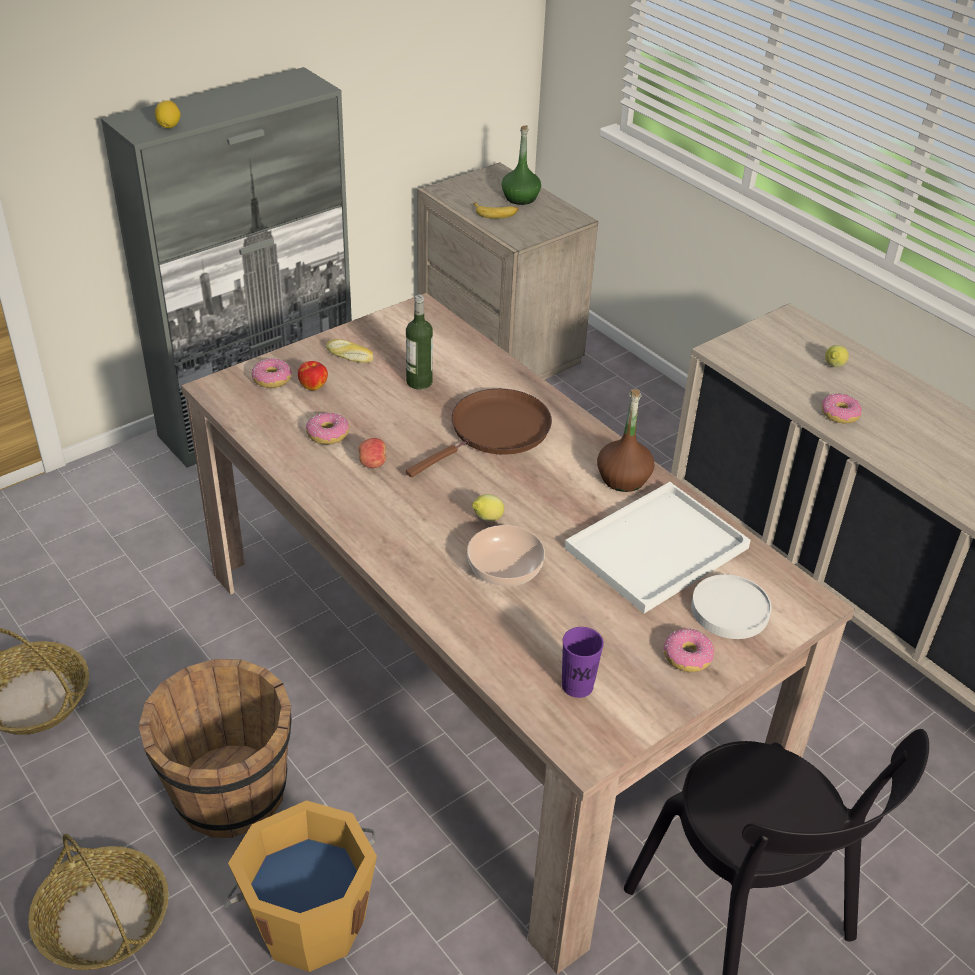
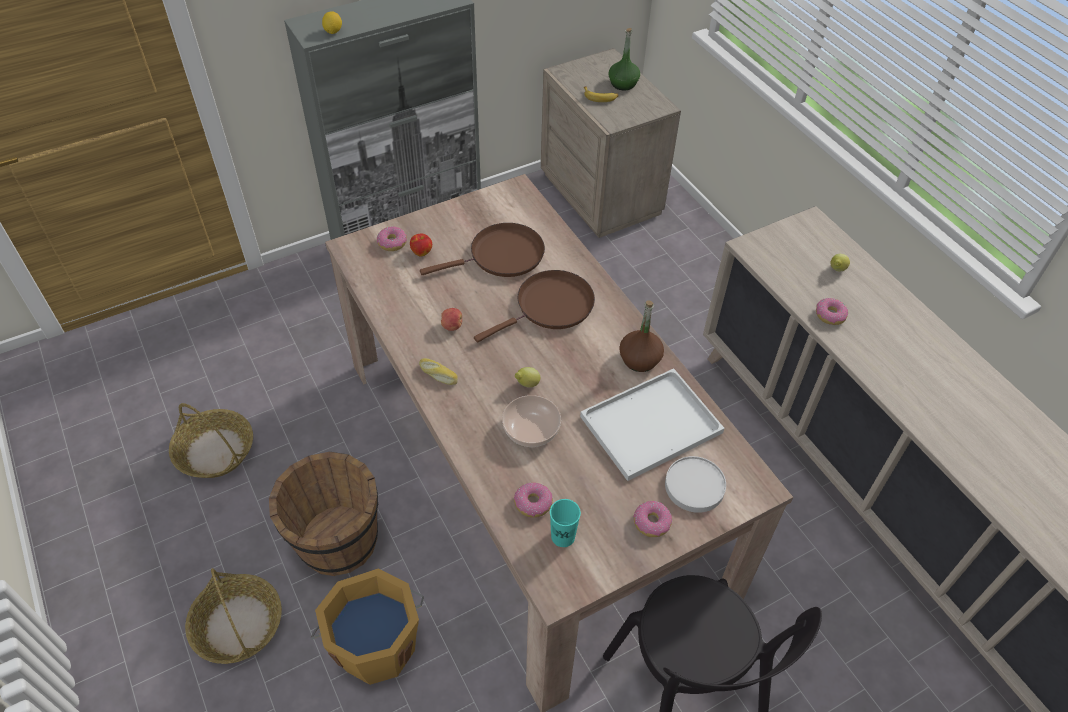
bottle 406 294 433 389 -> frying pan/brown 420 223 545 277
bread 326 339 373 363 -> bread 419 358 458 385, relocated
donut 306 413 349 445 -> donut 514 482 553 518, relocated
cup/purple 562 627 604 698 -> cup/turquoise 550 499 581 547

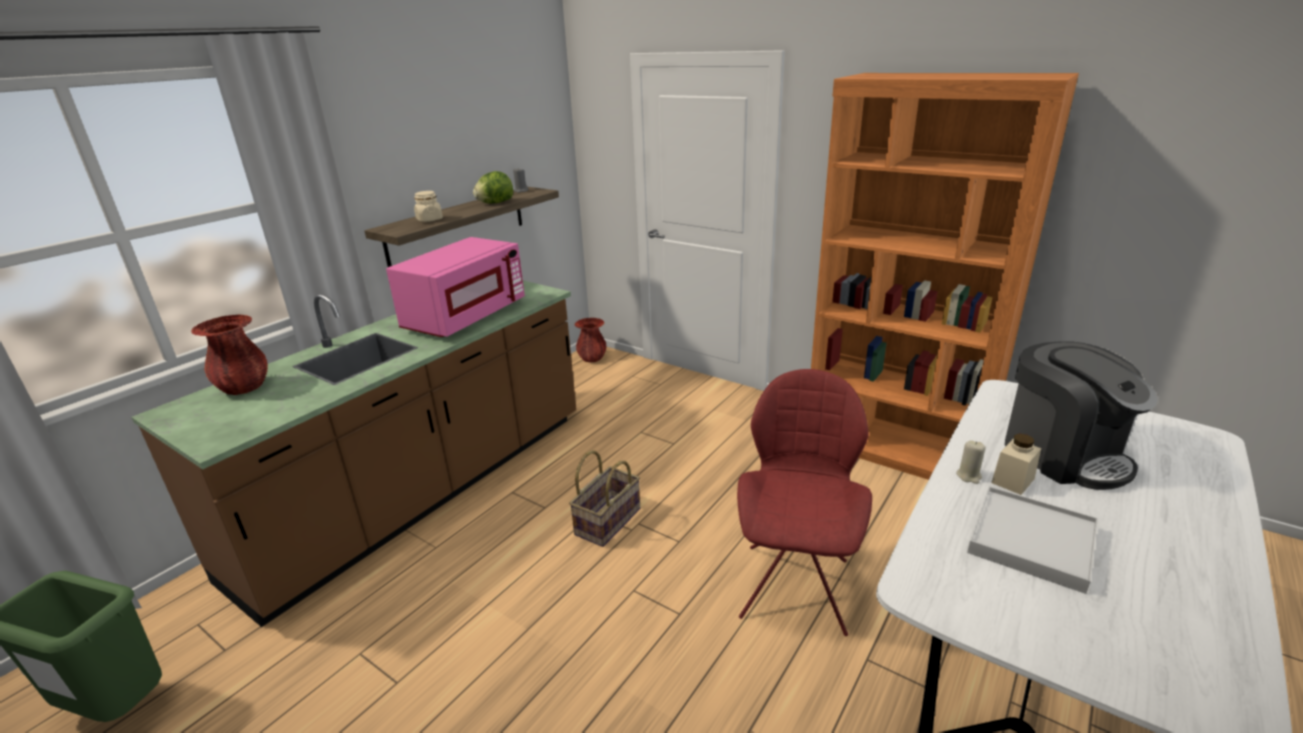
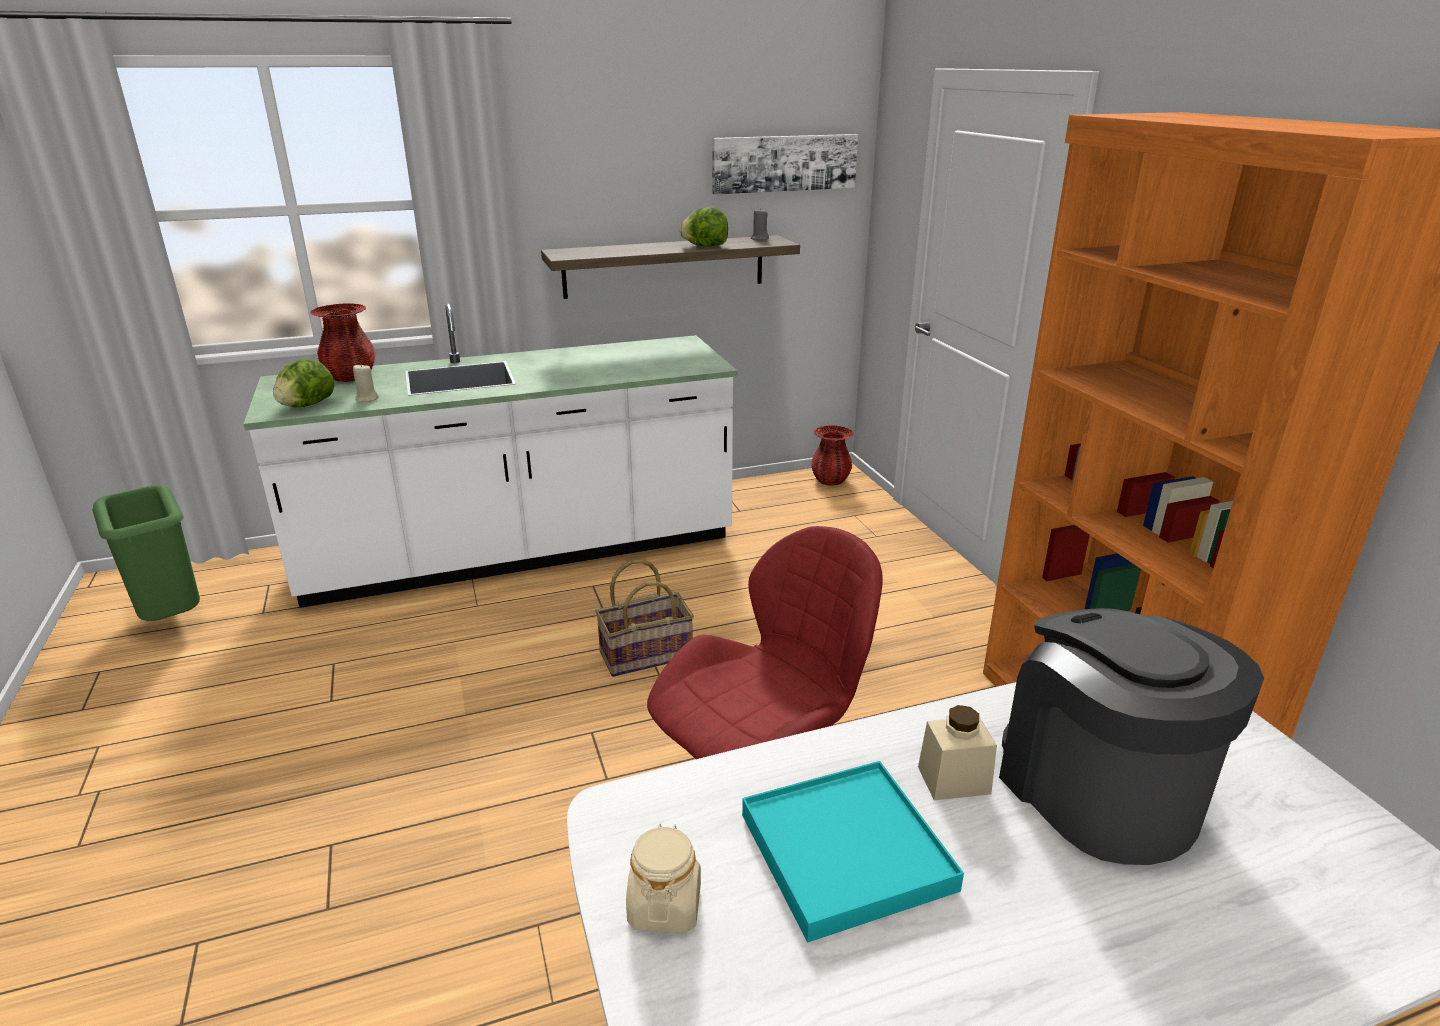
jar/beige 414 191 443 222 -> jar/beige 626 824 701 933, relocated
microwave/pink 386 237 525 337 -> none
counter/brown 131 281 576 627 -> counter/white 244 304 738 608
coffee machine 1005 341 1158 490 -> coffee machine 999 608 1264 865, 150 degrees clockwise
candle/beige 956 440 986 484 -> candle/beige 353 364 379 403, relocated
tray/white 967 487 1098 594 -> tray/turquoise 742 761 964 942
none -> picture 712 134 858 195
none -> lettuce 273 359 334 407

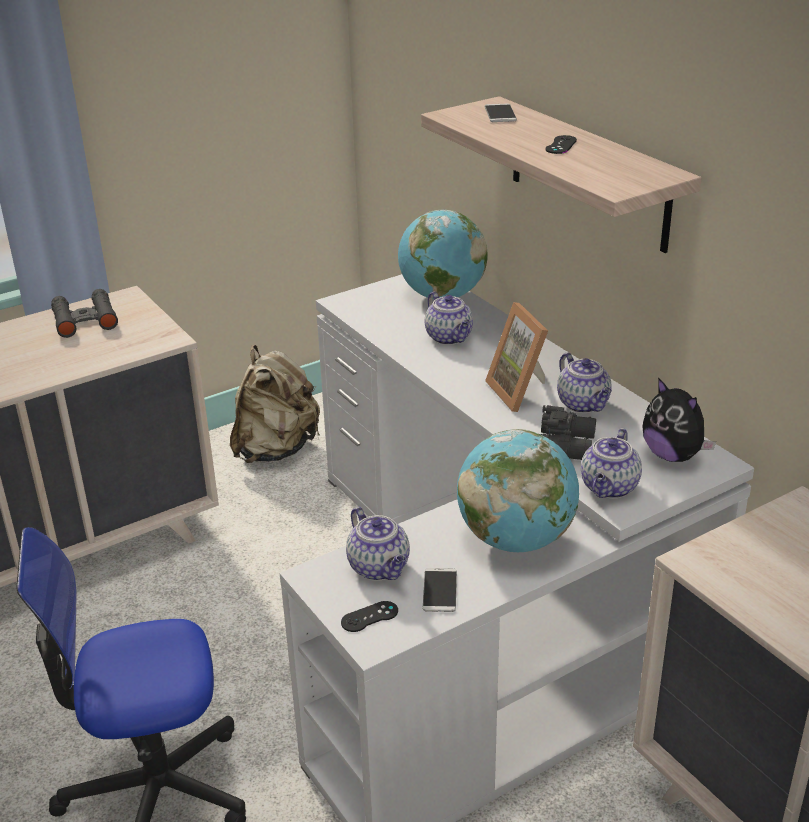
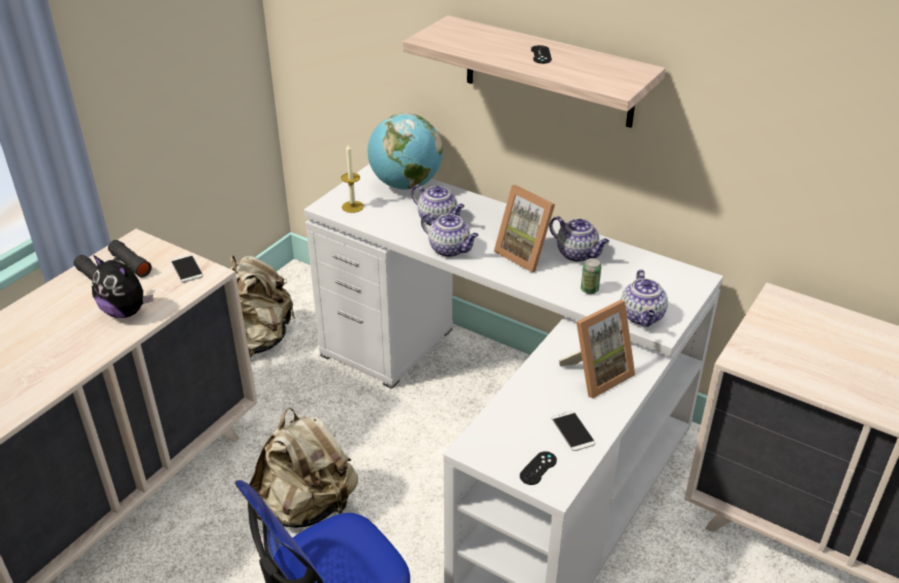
phone 484 103 517 122 -> phone 171 255 203 283, relocated
plush toy 642 377 716 462 -> plush toy 92 255 154 318, relocated
binoculars/black 540 405 596 461 -> can 581 258 601 294
globe 457 429 579 552 -> picture frame 559 300 635 399
teapot 346 507 410 581 -> teapot 421 213 479 257, relocated
none -> candle 341 144 364 213
none -> backpack/beige 249 407 358 528

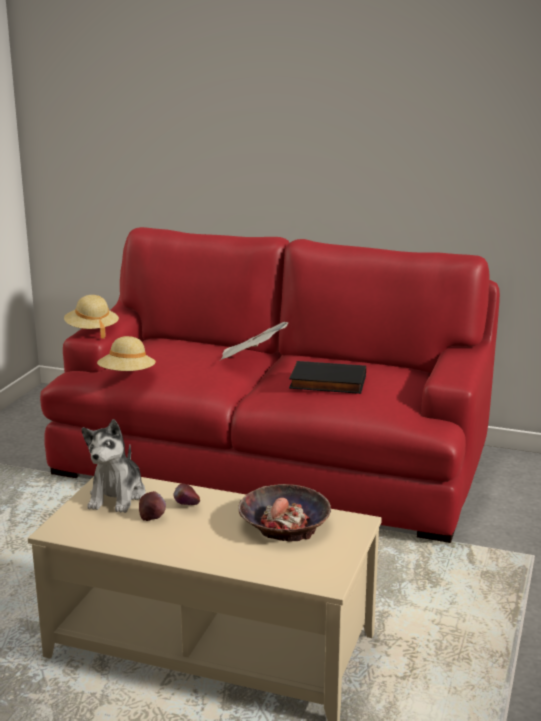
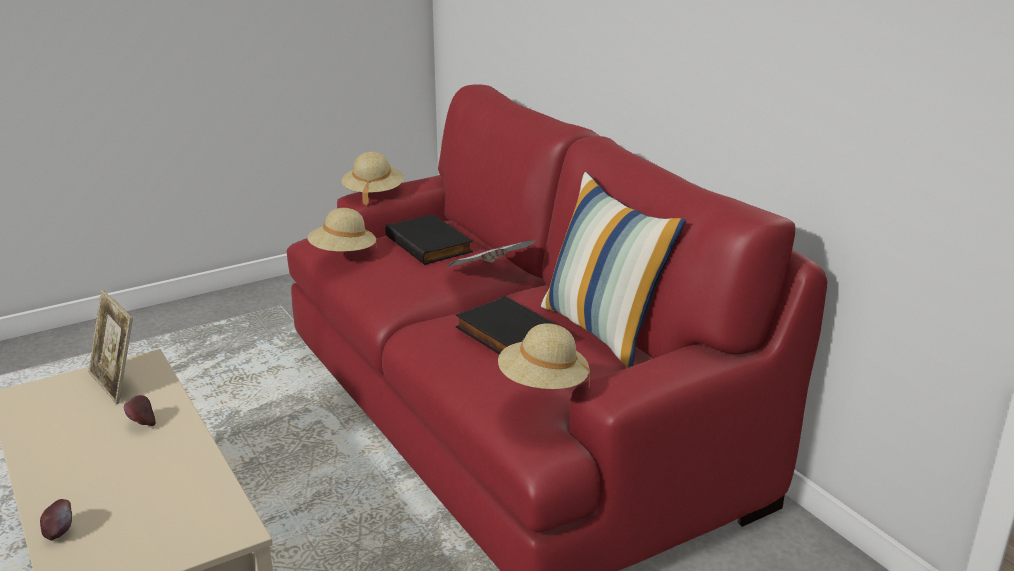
plush toy 82 419 146 513 -> picture frame 88 290 133 404
bowl 238 484 331 542 -> none
apple 139 491 166 521 -> apple 40 499 72 541, relocated
none -> pillow 541 172 686 368
none -> book/black 385 214 473 265
none -> hat/beige 498 323 590 389

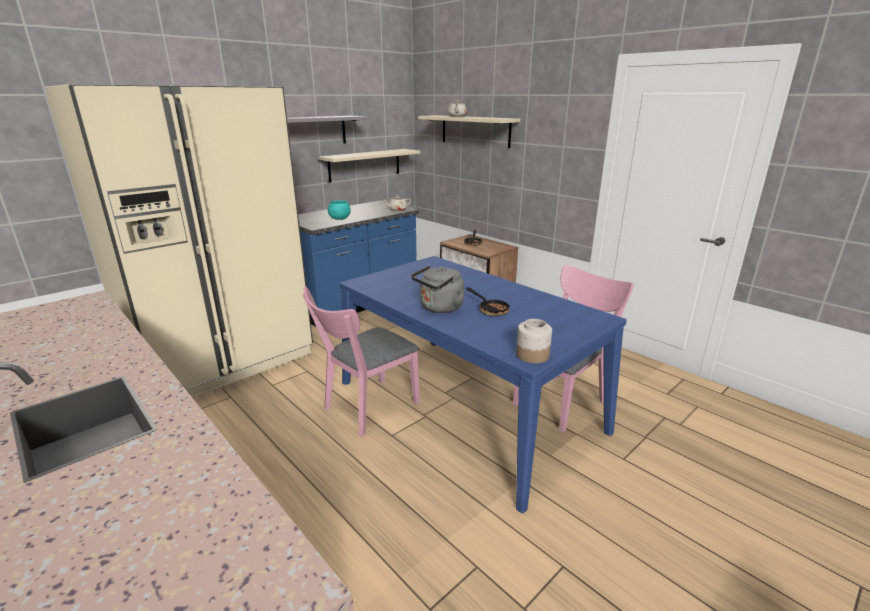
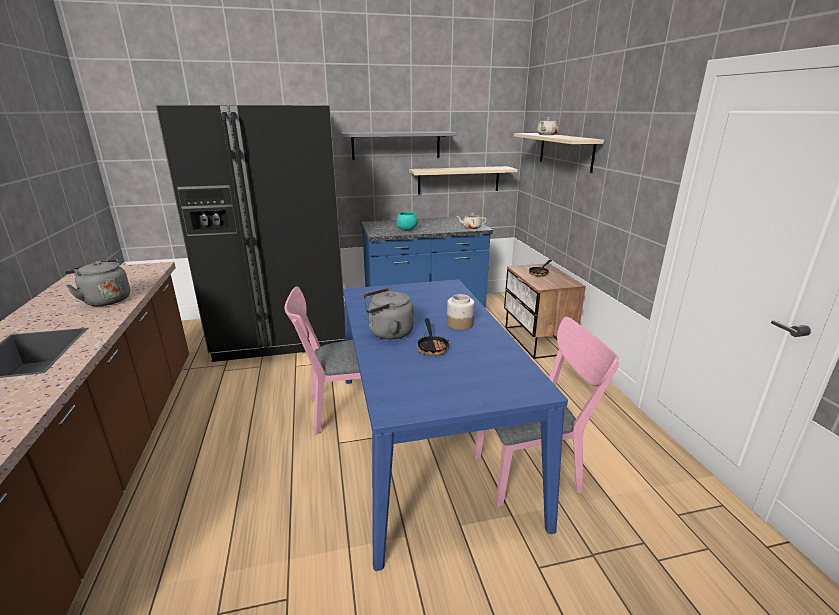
fridge/beige 44 84 313 398 -> fridge/black 156 105 345 362
jar 516 319 552 363 -> jar 447 294 475 330, relocated
none -> kettle/grey 65 259 130 306

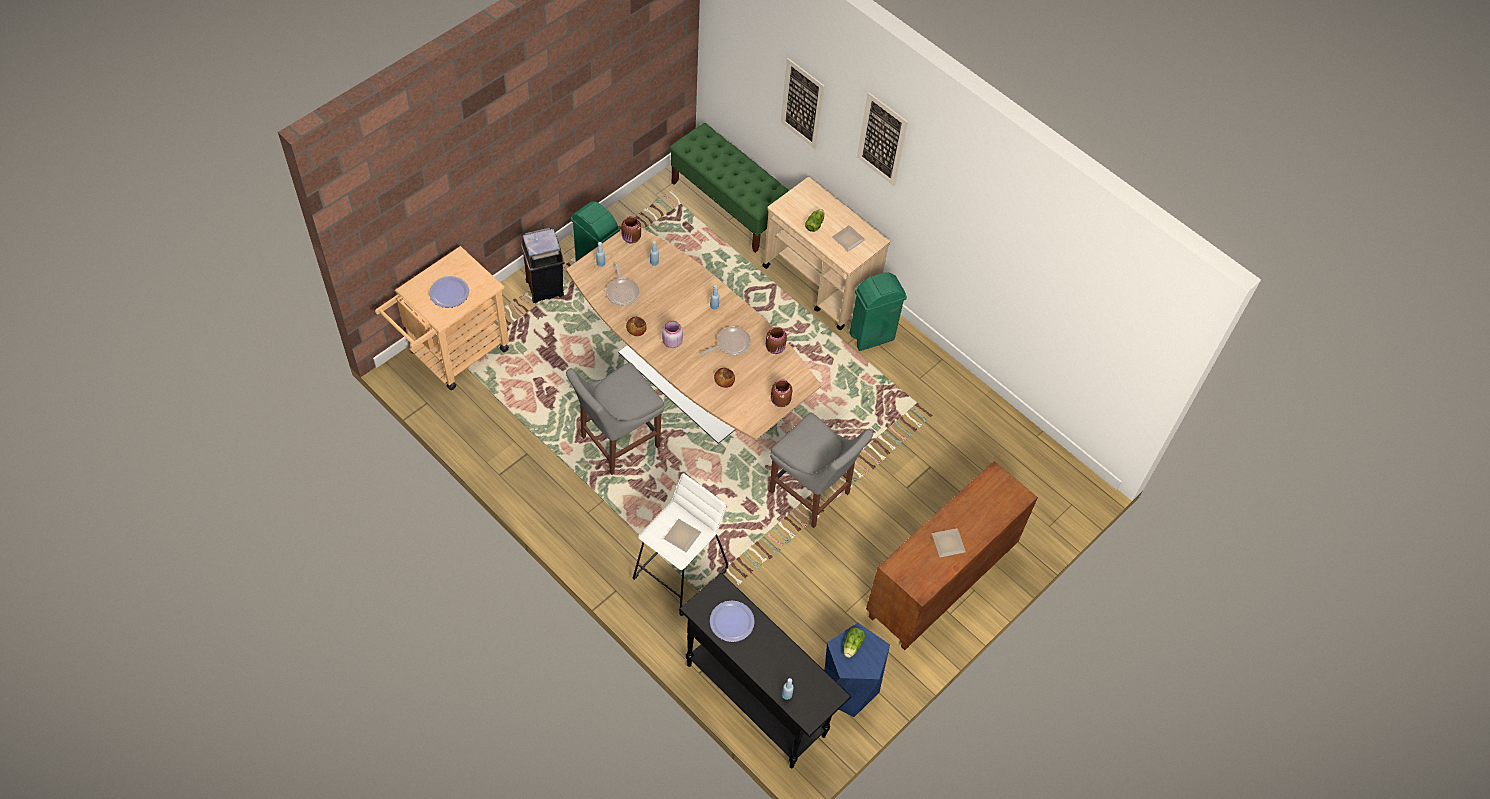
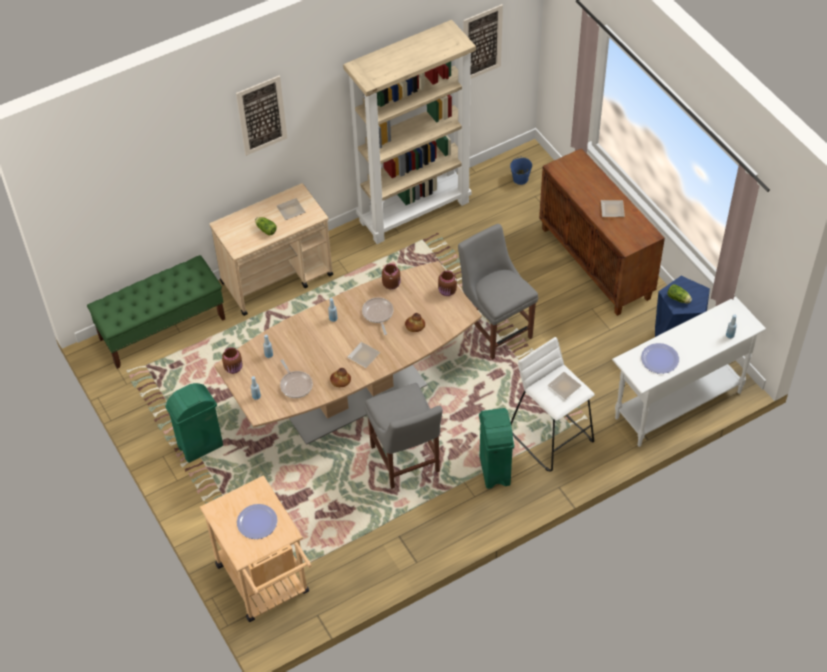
picture 781 58 825 149 -> picture 463 4 503 79, relocated
trash can/brown 521 228 565 303 -> none
frying pan 606 263 640 306 -> frying pan 280 359 313 398, 60 degrees clockwise
trash can/green 850 272 907 351 -> trash can/green 479 408 514 489, relocated
jar/pink 662 321 683 348 -> plate 347 342 380 368
chair/grey 769 412 873 528 -> chair/grey 458 224 538 360, 90 degrees counterclockwise
console table/black 679 573 852 769 -> console table/white 612 296 766 447
none -> bookcase/beige 343 20 476 244
none -> bucket/blue 510 156 532 185

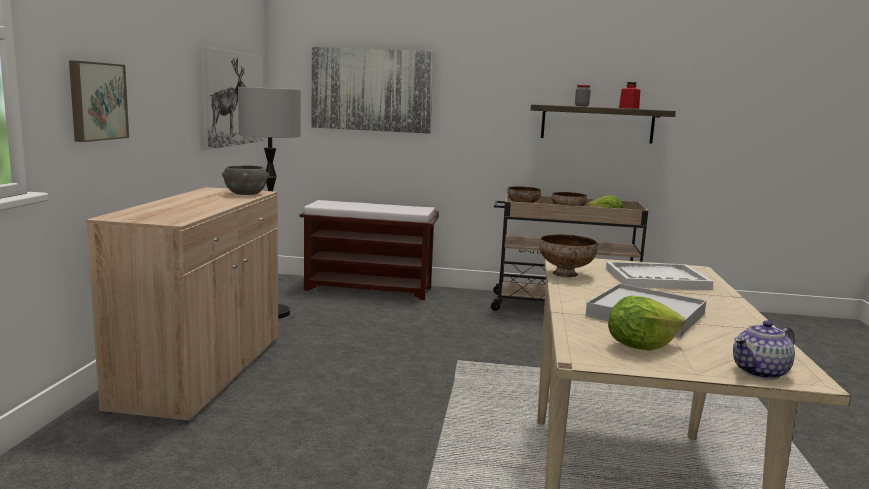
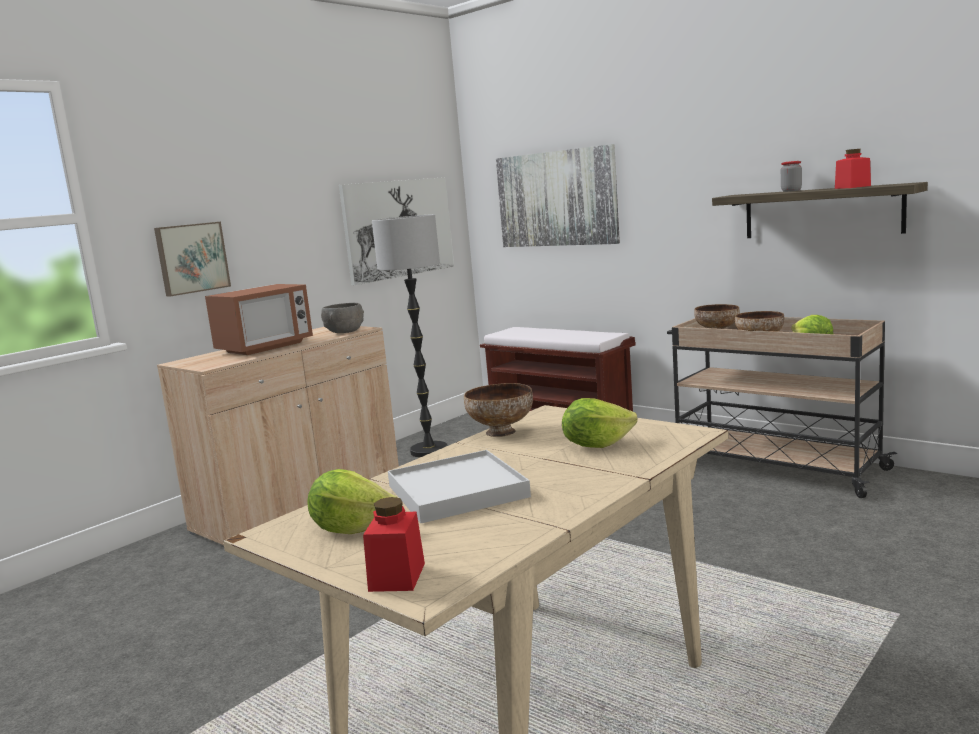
tray/white 606 262 713 290 -> lettuce 562 398 638 448
teapot 733 320 795 380 -> jar/red 363 497 425 592
none -> microwave 205 284 313 355

